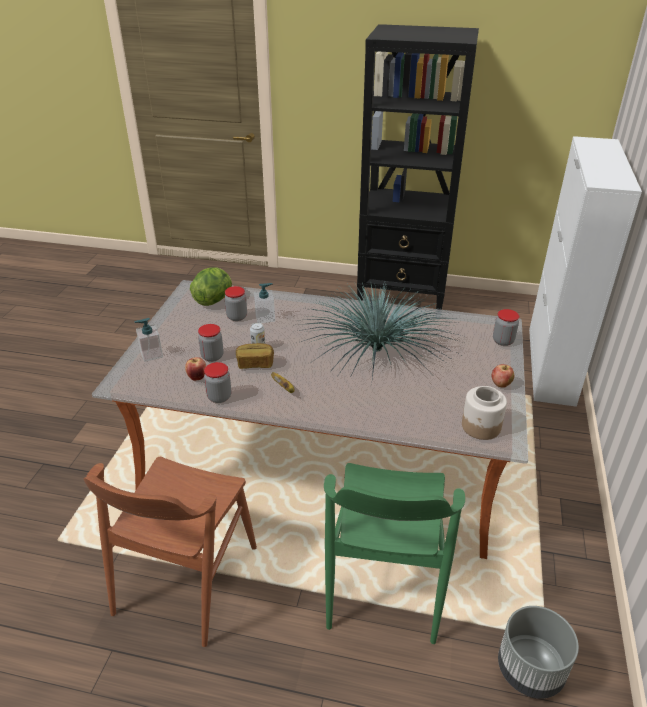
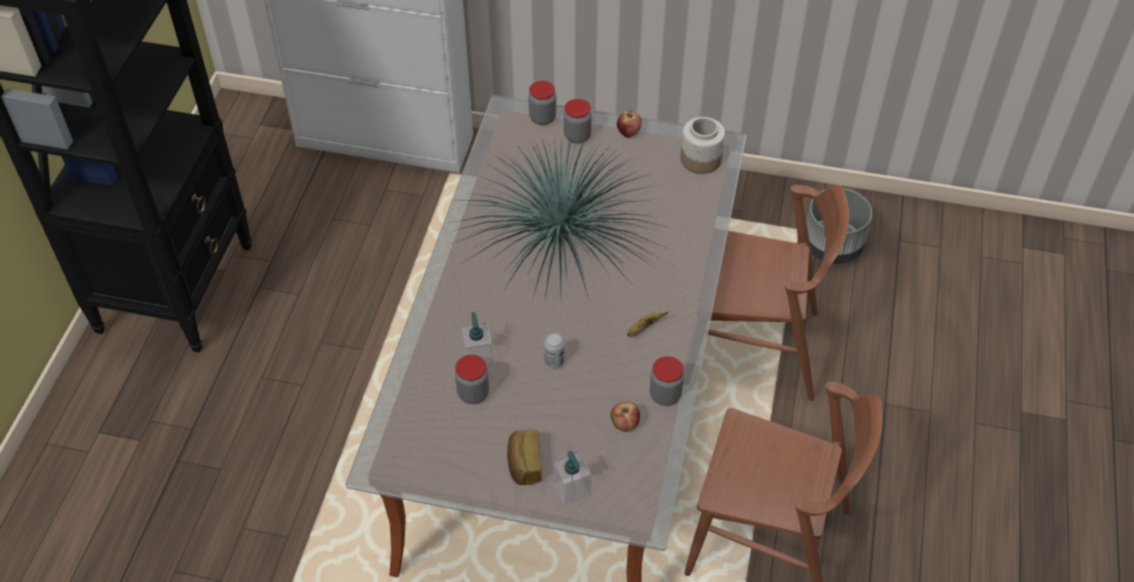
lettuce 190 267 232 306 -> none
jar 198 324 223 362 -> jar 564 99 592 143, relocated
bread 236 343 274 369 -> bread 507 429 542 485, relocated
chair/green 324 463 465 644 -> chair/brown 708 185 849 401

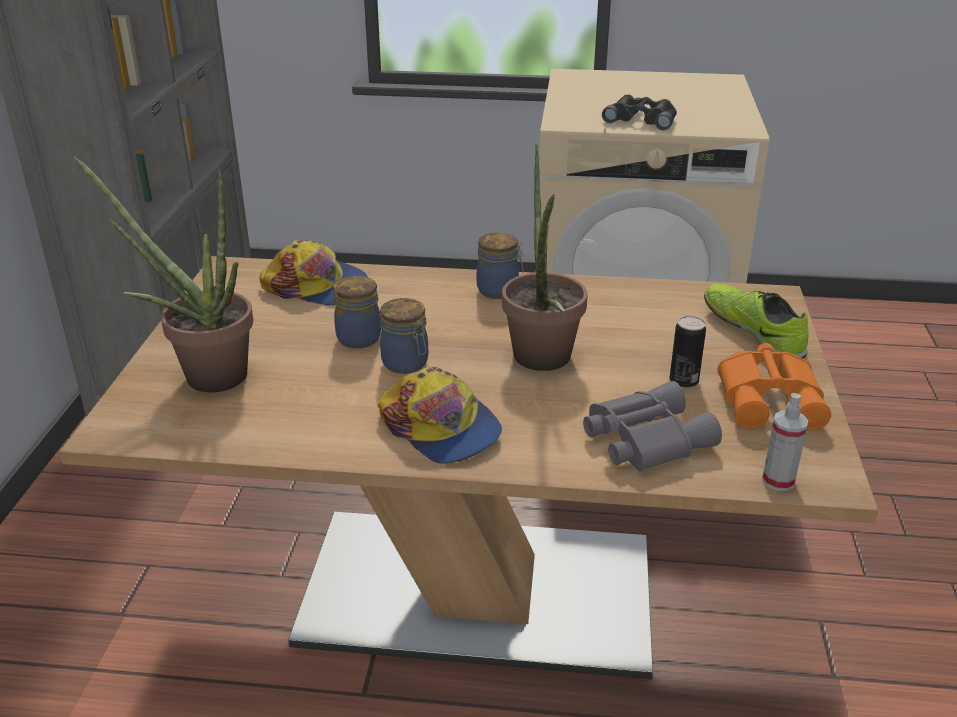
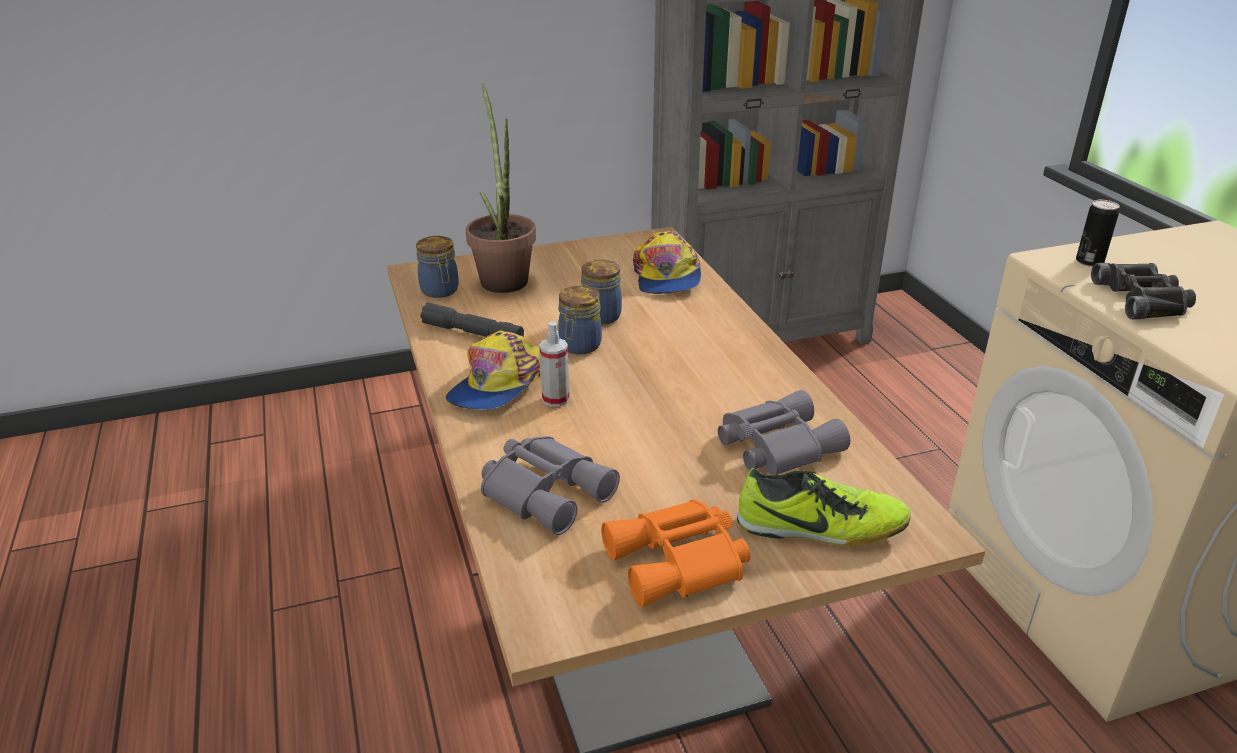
potted plant 502 144 588 371 -> none
jar 477 232 523 299 -> jar 416 236 459 298, relocated
shoe 704 284 809 359 -> shoe 737 468 911 546, 60 degrees clockwise
can 670 316 706 388 -> can 1076 200 1120 267, relocated
spray bottle 762 393 808 491 -> spray bottle 539 321 569 407, relocated
none -> flashlight/grey 420 302 524 337
none -> binoculars/grey 718 390 850 475

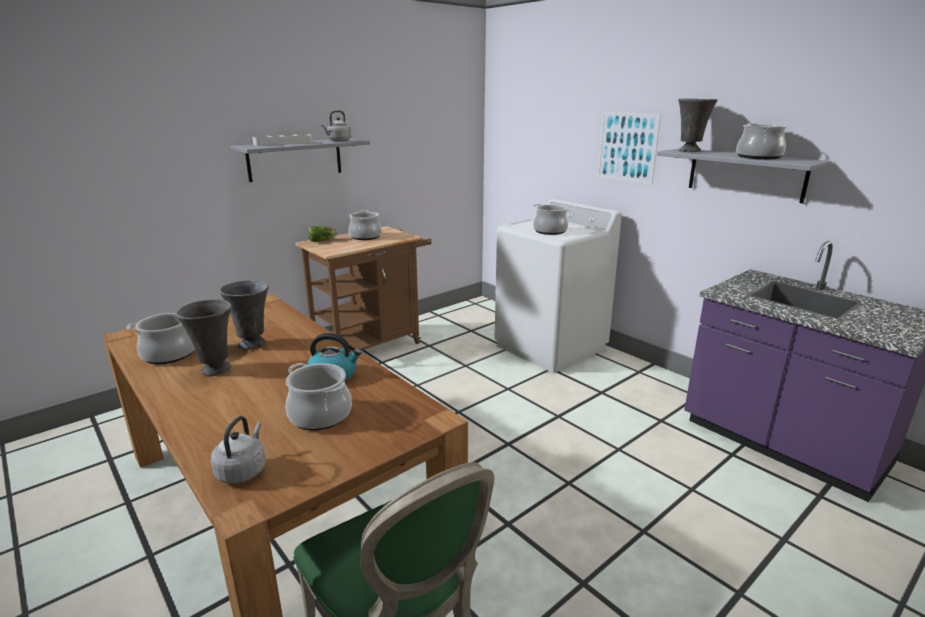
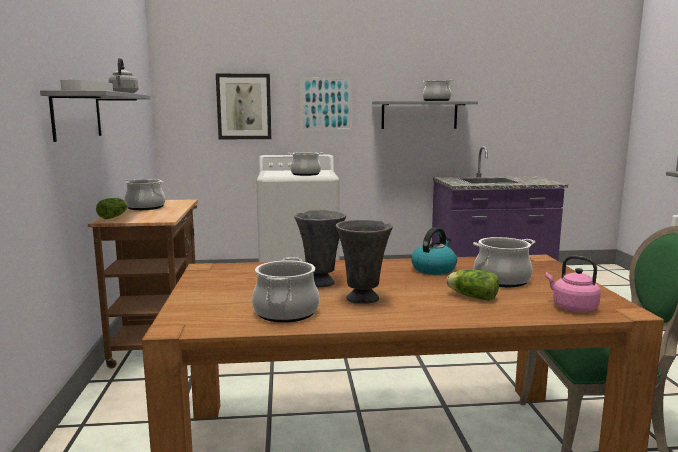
vase/grey 678 99 718 152 -> none
kettle/grey 211 416 265 484 -> kettle/pink 545 255 601 312
none -> picture 216 74 271 139
none -> lettuce 446 269 499 301

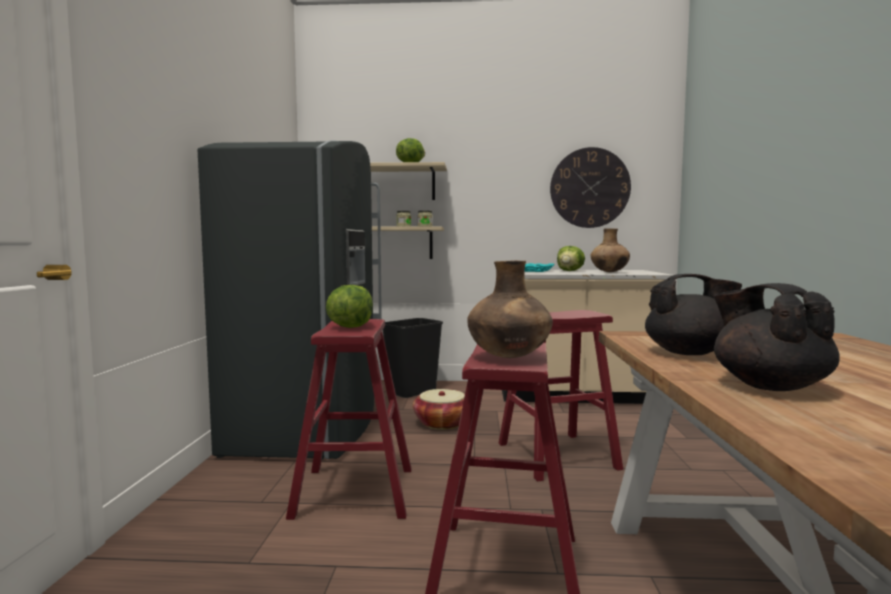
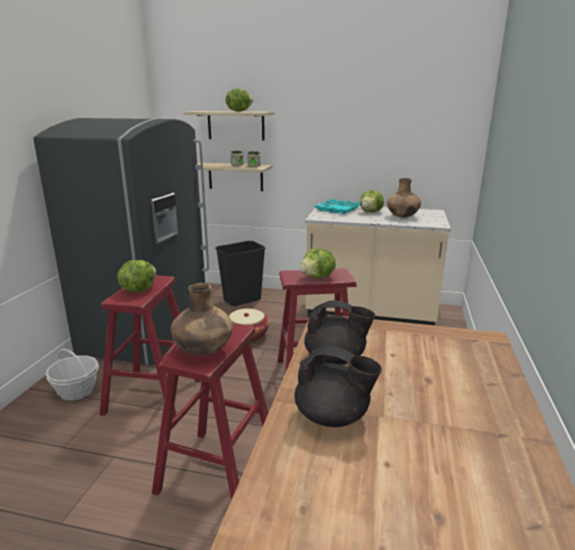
wall clock 550 147 631 228 -> none
teapot/black 714 283 840 391 -> teapot/black 295 346 382 427, 120 degrees clockwise
none -> lettuce 300 248 336 279
none -> basket 46 348 99 401

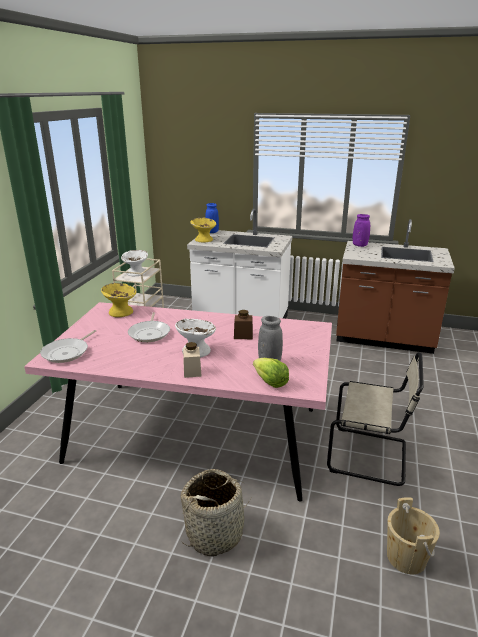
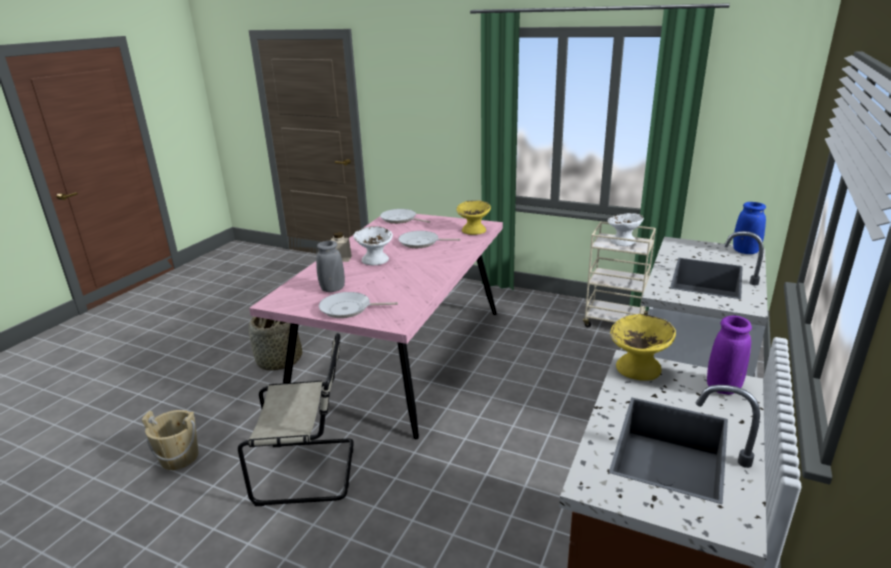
bowl/yellow 190 218 216 242 -> bowl/yellow 610 314 676 381, relocated
jar/brown 234 310 253 339 -> none
chair/beige 327 352 424 486 -> chair/beige 238 333 354 506, 120 degrees counterclockwise
lettuce 253 358 289 388 -> none
none -> frying pan 319 292 398 318

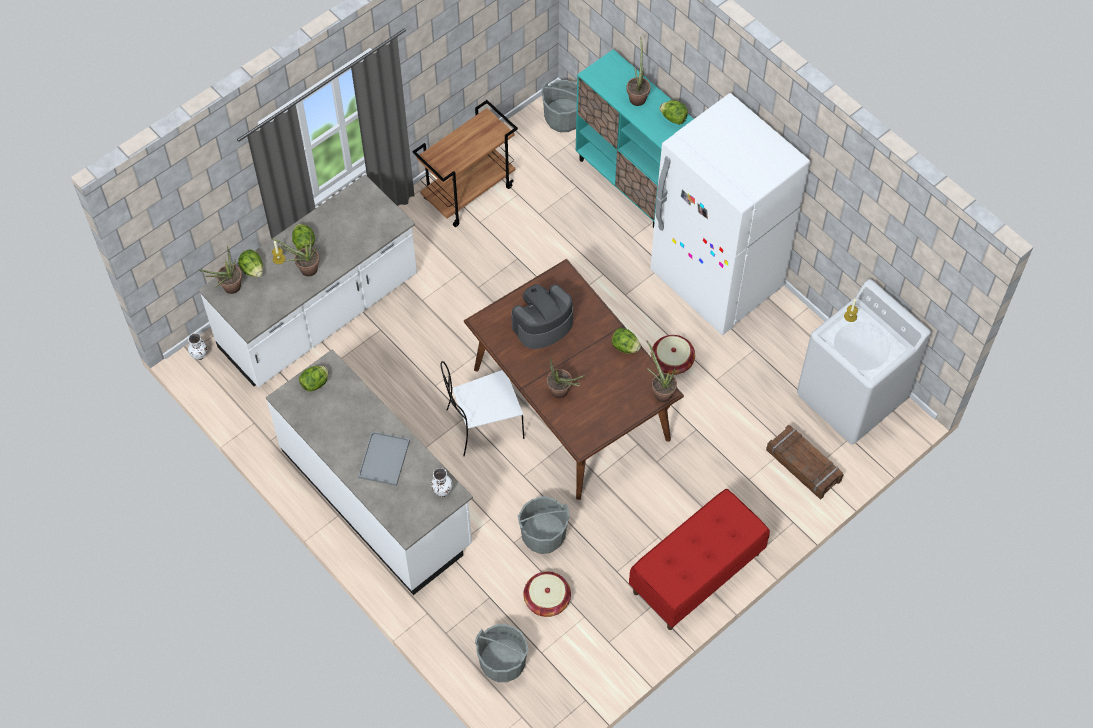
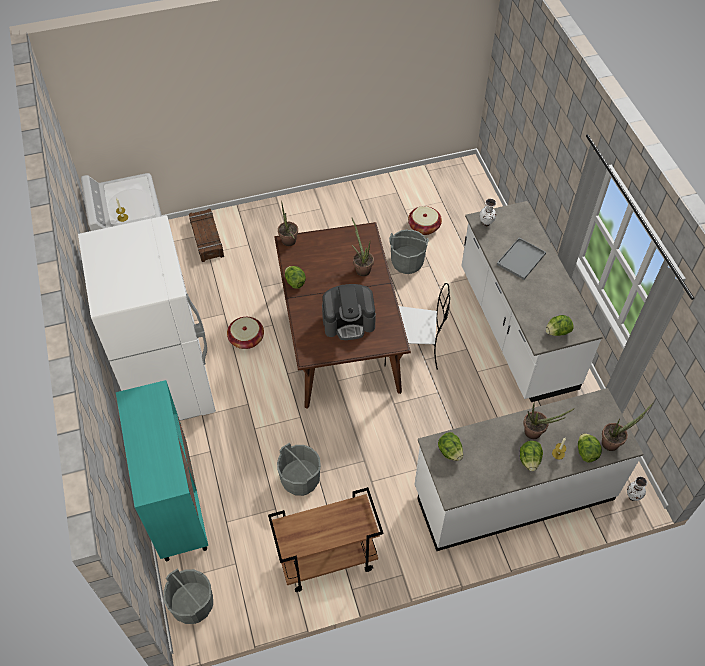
potted plant 626 37 650 106 -> none
lettuce 659 100 688 125 -> lettuce 438 432 463 461, relocated
bench/red 629 489 770 630 -> none
bucket/grey 475 624 529 682 -> bucket/grey 277 443 321 496, relocated

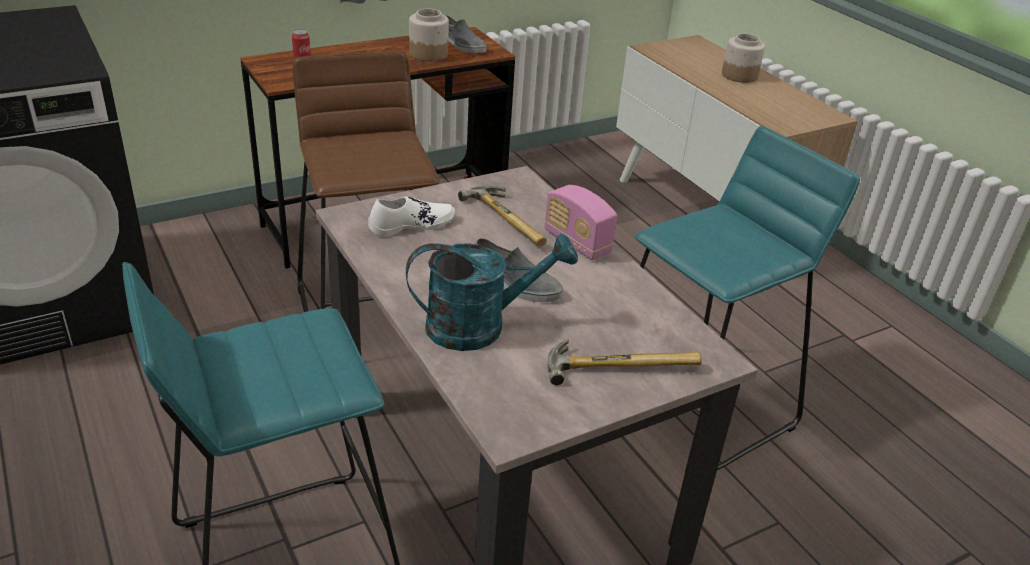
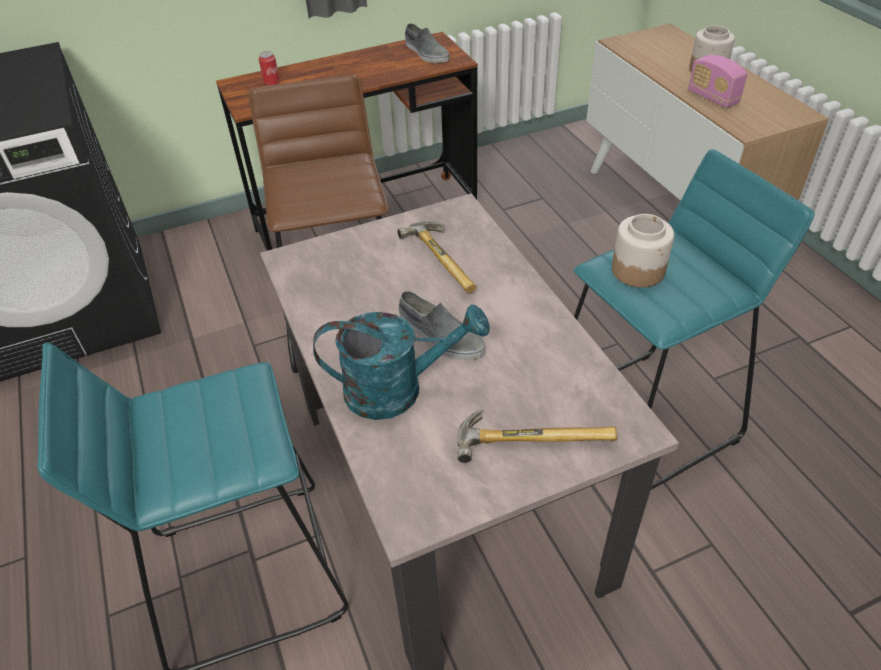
jar 409 8 449 61 -> jar 612 214 674 288, relocated
radio 545 185 617 260 -> radio 688 55 748 108, relocated
shoe/white 368 196 455 237 -> none

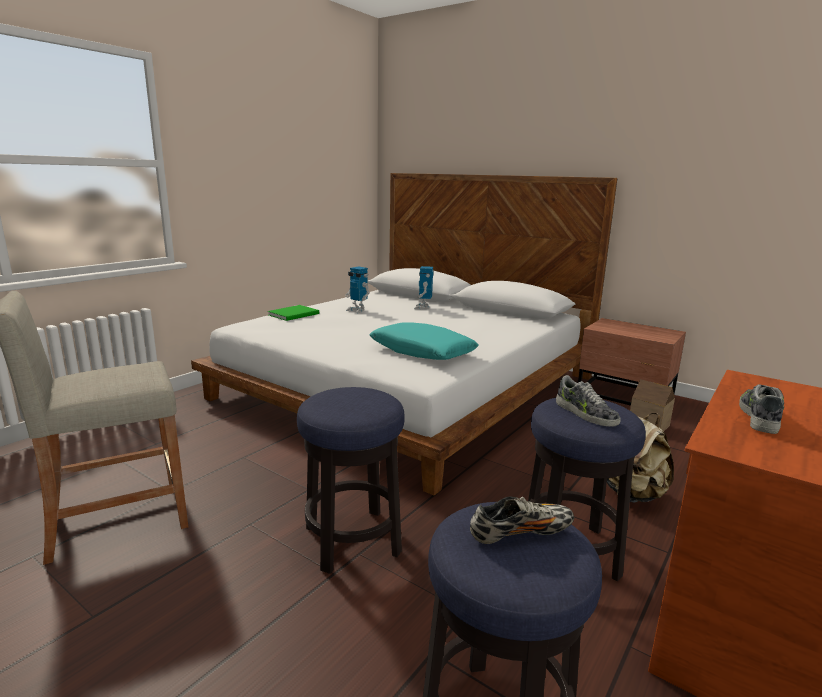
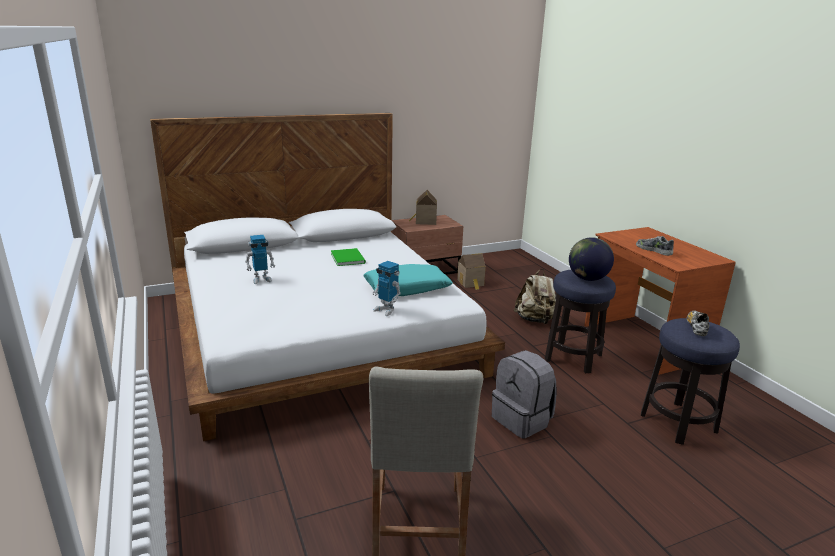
toy robot 414 266 434 310 -> toy robot 373 261 401 316, relocated
book/green 268 305 319 321 -> book/green 331 248 366 266, relocated
shoe 556 375 621 427 -> globe 569 237 614 281
stool 297 387 405 574 -> backpack/grey 492 350 557 438
none -> toy house 409 190 437 225

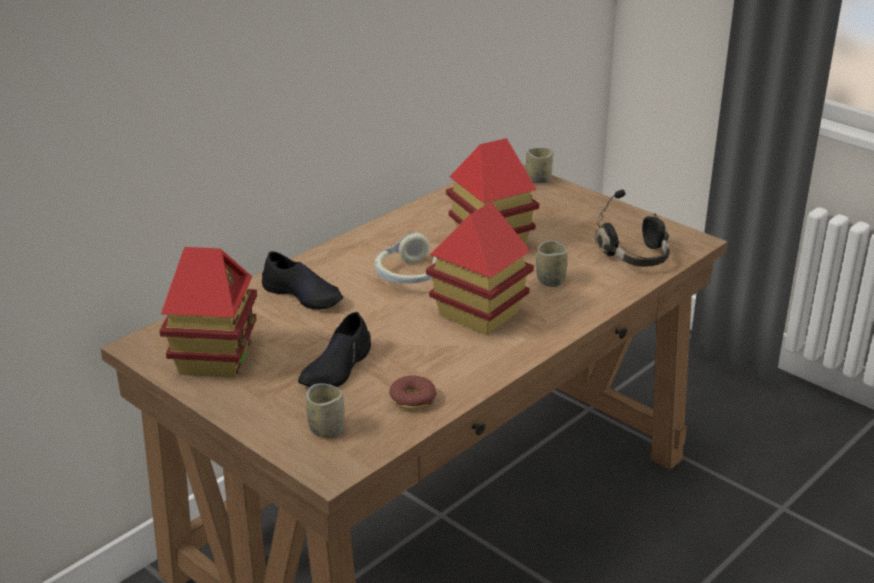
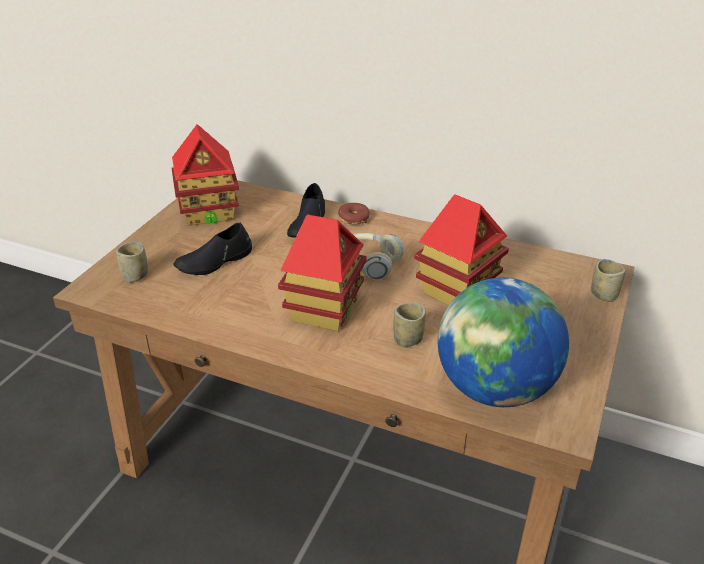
headphones/black 595 189 670 267 -> globe 438 278 569 407
shoe/black 298 312 371 387 -> shoe/black 174 222 252 275, 45 degrees counterclockwise
donut 389 375 437 410 -> donut 338 203 370 225, relocated

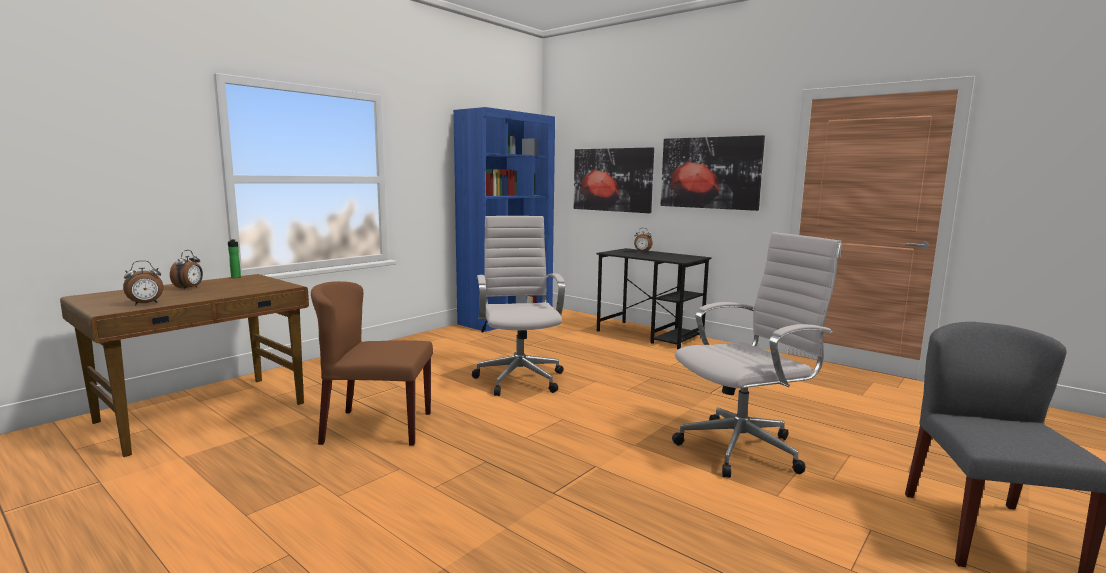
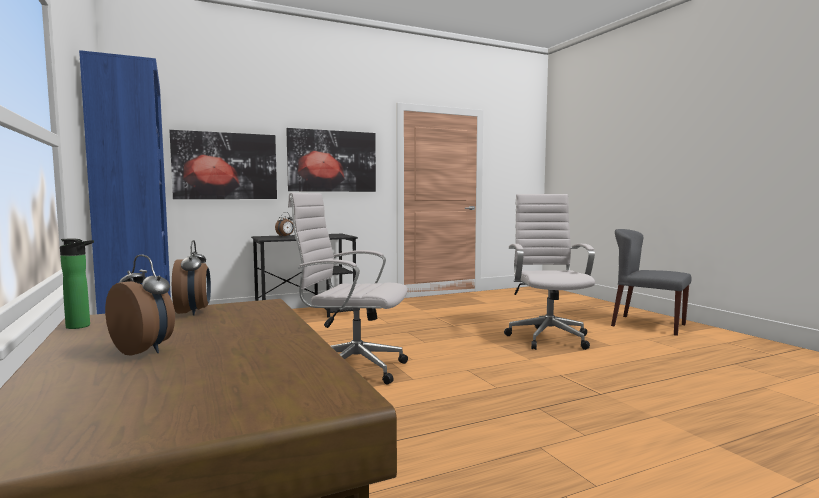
alarm clock 123 260 163 306 -> alarm clock 172 240 211 316, relocated
chair/brown 311 281 433 446 -> none

